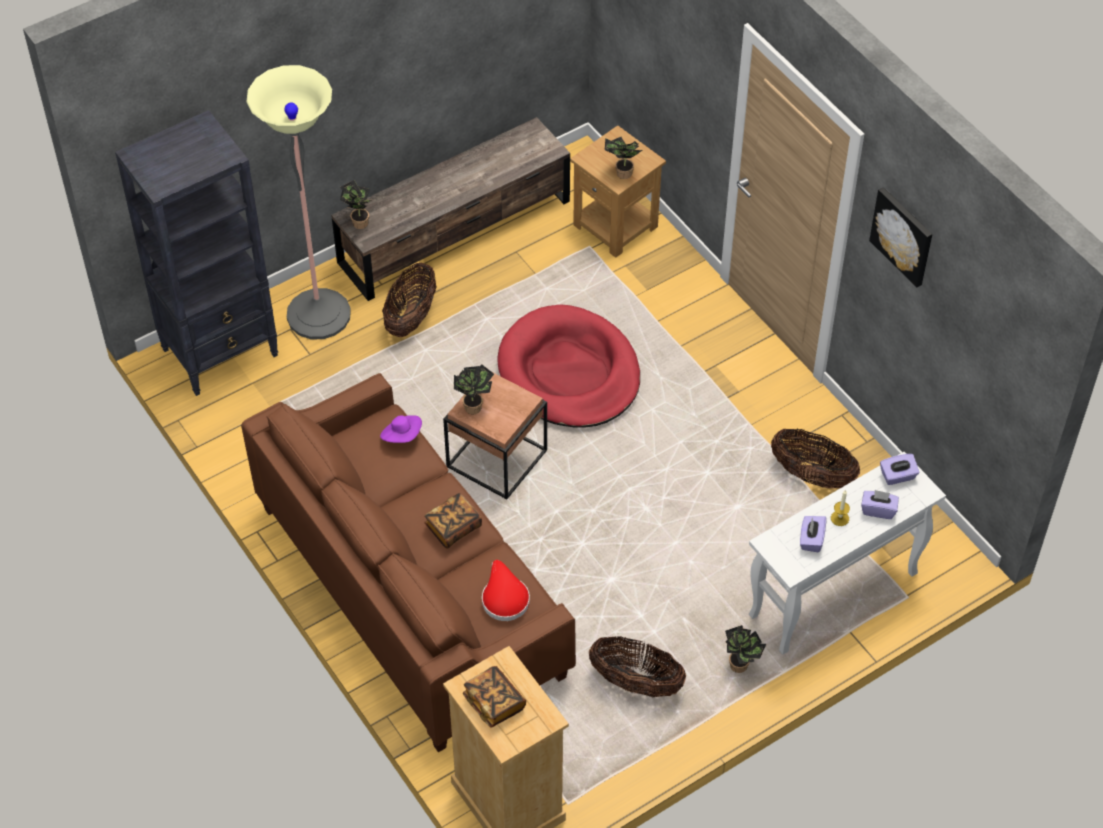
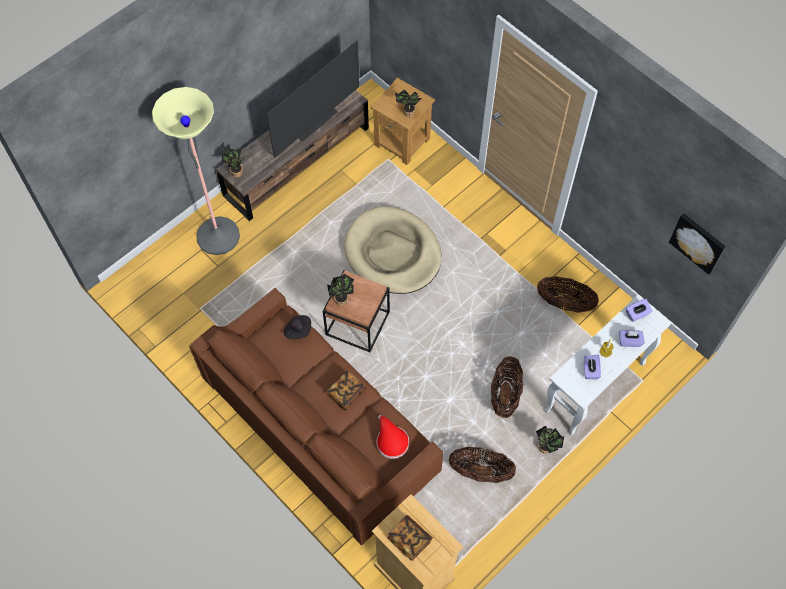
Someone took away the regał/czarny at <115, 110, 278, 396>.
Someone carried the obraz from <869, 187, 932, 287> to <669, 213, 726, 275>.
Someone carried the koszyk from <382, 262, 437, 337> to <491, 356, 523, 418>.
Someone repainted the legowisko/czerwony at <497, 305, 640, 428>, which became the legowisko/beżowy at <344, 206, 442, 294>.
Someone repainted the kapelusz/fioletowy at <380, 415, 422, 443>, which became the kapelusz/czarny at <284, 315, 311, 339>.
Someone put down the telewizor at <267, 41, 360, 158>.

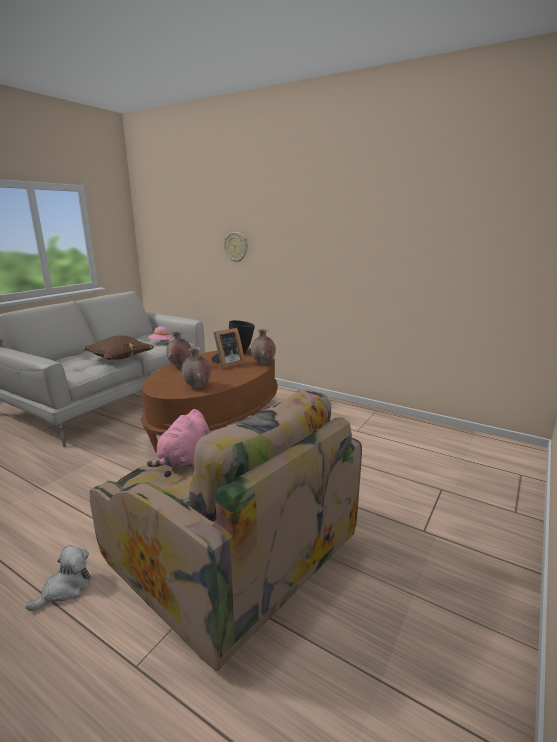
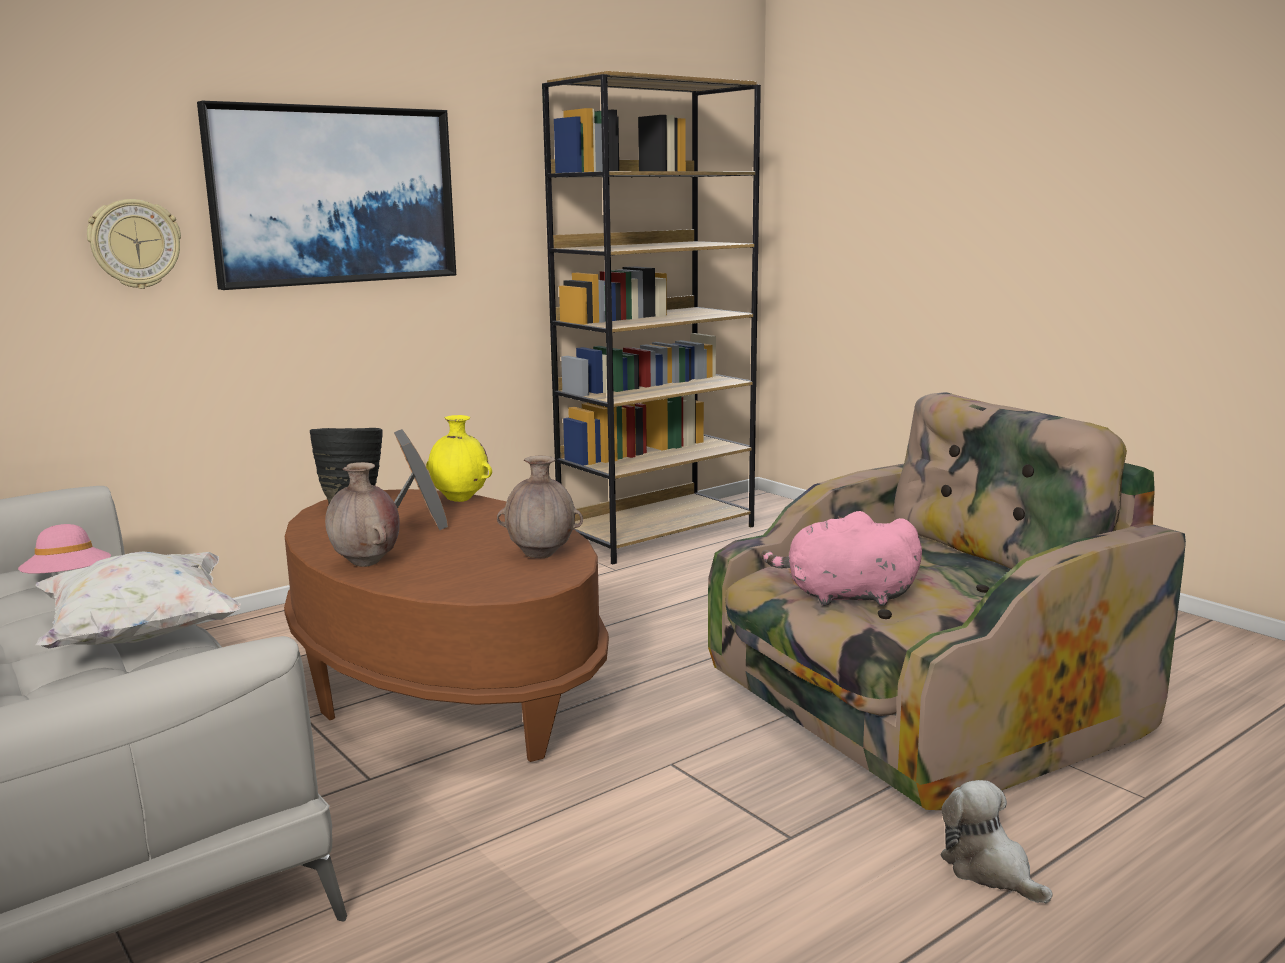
Someone repainted the wazon/brązowy at <251, 329, 276, 365>, which became the wazon/żółty at <426, 415, 492, 502>.
Someone repainted the poduszka/brązowy at <82, 336, 154, 360>, which became the poduszka/biały at <36, 551, 241, 648>.
Someone rotated the pluszak/różowy at <147, 409, 210, 468> by 150 degrees clockwise.
Someone put down the regał/brązowy at <542, 71, 761, 564>.
Someone put up the obraz at <197, 101, 456, 290>.

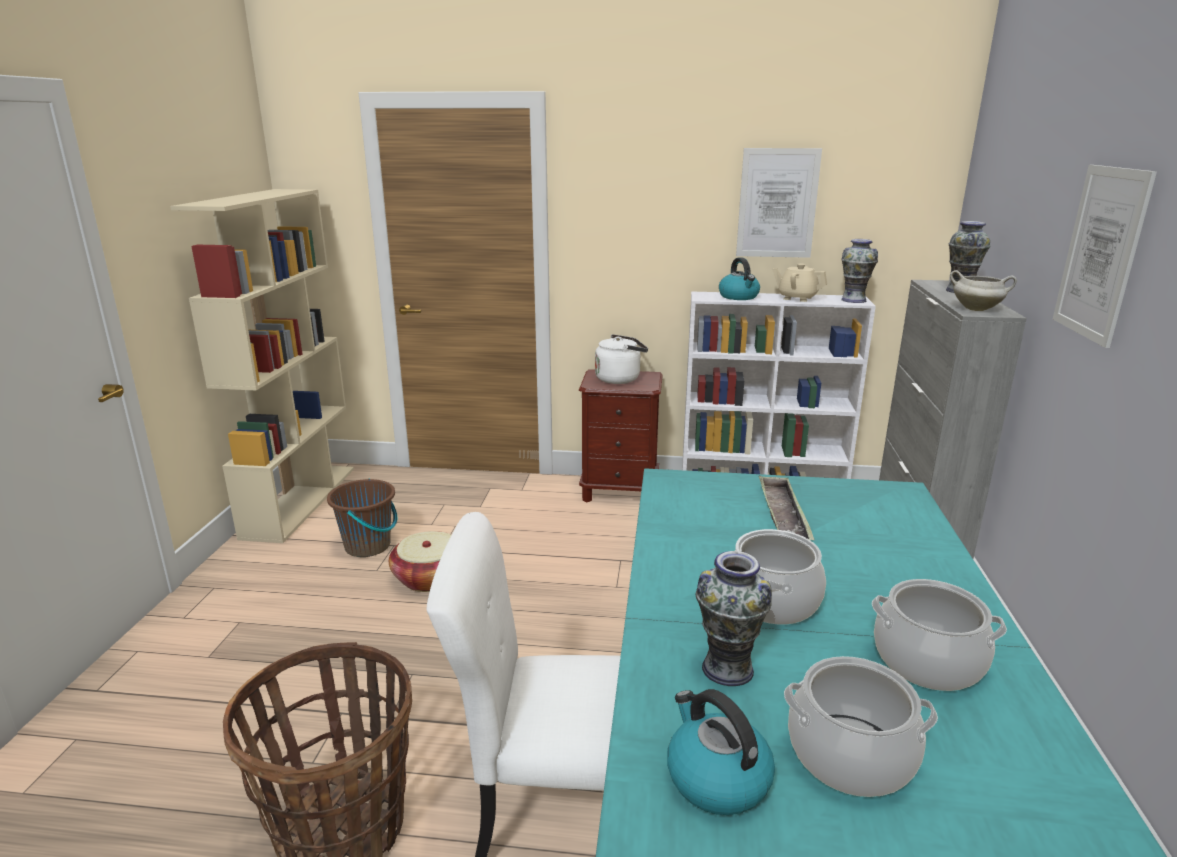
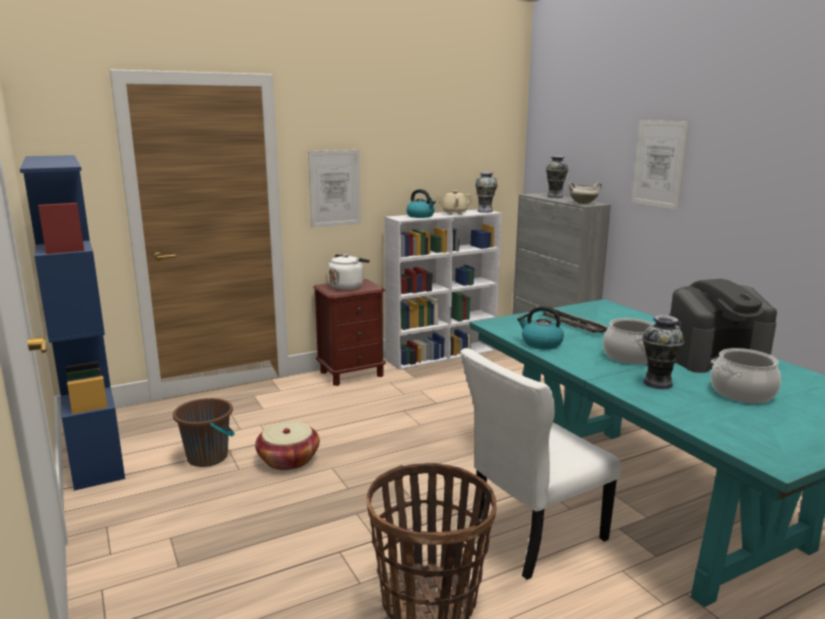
Someone carried the obraz from <736, 148, 822, 258> to <308, 150, 361, 228>.
Someone repainted the regał/beżowy at <170, 189, 354, 543>, which became the regał/niebieski at <20, 155, 125, 491>.
Someone swapped the garnek at <872, 579, 1007, 691> for the ekspres do kawy at <669, 279, 777, 373>.
Someone carried the czajnik from <667, 689, 775, 815> to <517, 306, 564, 349>.

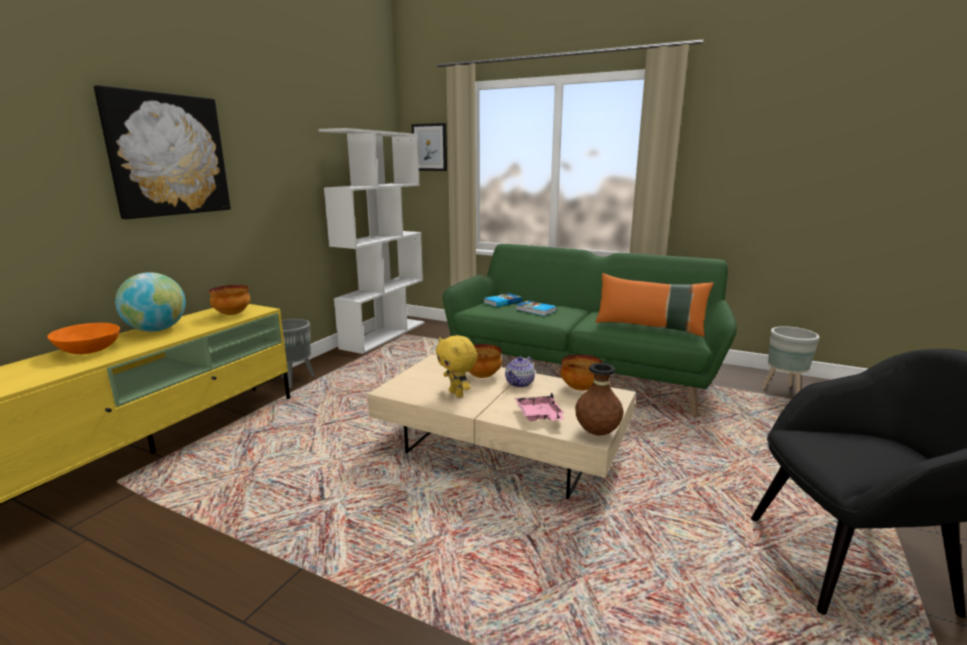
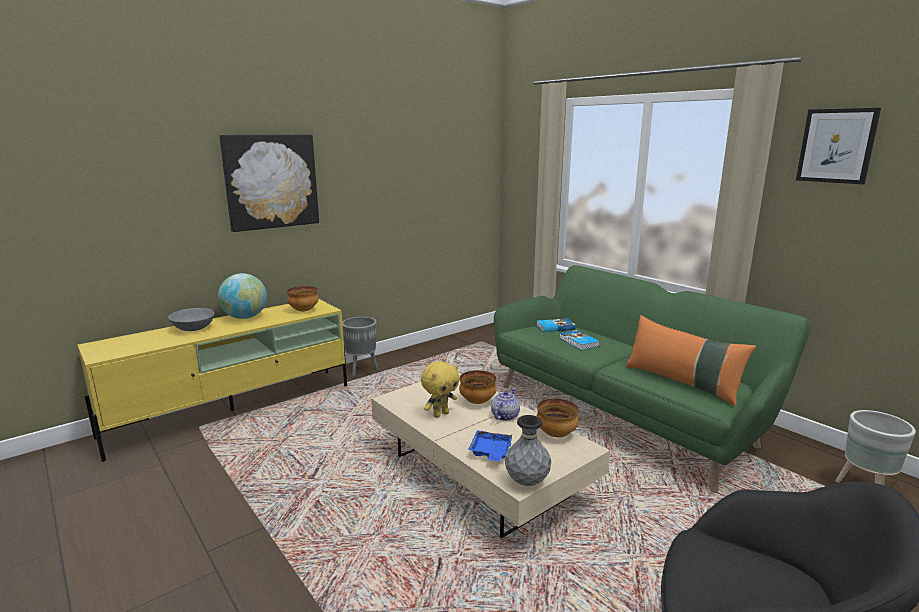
Someone carried the obraz from <411, 123, 447, 171> to <796, 108, 881, 185>.
Someone took away the regał/biały at <318, 128, 424, 354>.
Someone repainted the miska/pomarańczowy at <47, 323, 120, 354>, which became the miska/szary at <168, 308, 214, 331>.
Someone rotated the pluszak/żółty at <436, 335, 477, 397> by 120 degrees counterclockwise.
Someone rotated the imbryk at <505, 356, 535, 388> by 150 degrees clockwise.
Someone repainted the wazon/brązowy at <575, 363, 624, 436>, which became the wazon/szary at <505, 415, 551, 486>.
Someone repainted the taca/różowy at <515, 392, 564, 421>, which became the taca/niebieski at <468, 430, 513, 461>.

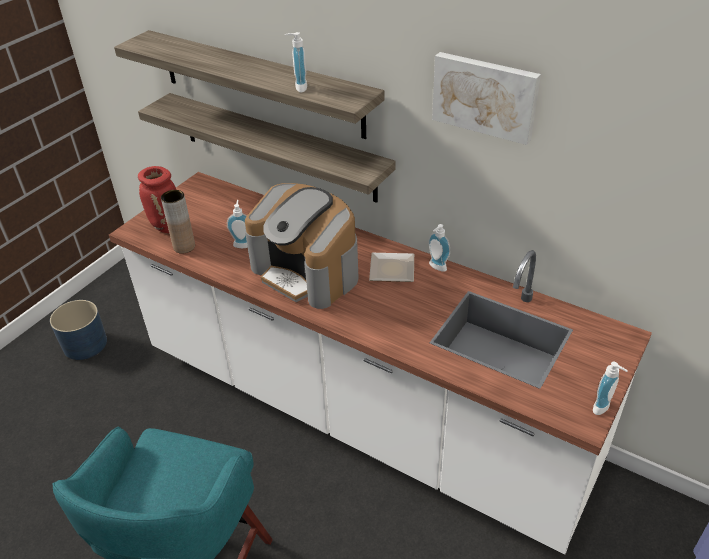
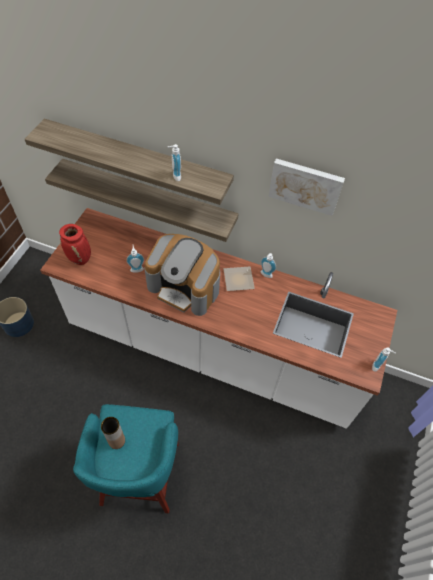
Someone carried the wazon/brązowy from <161, 190, 195, 254> to <101, 417, 125, 449>.

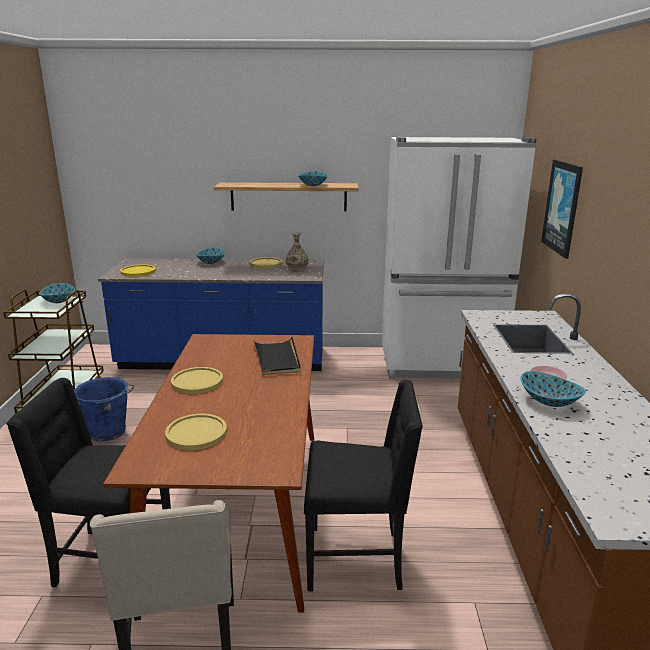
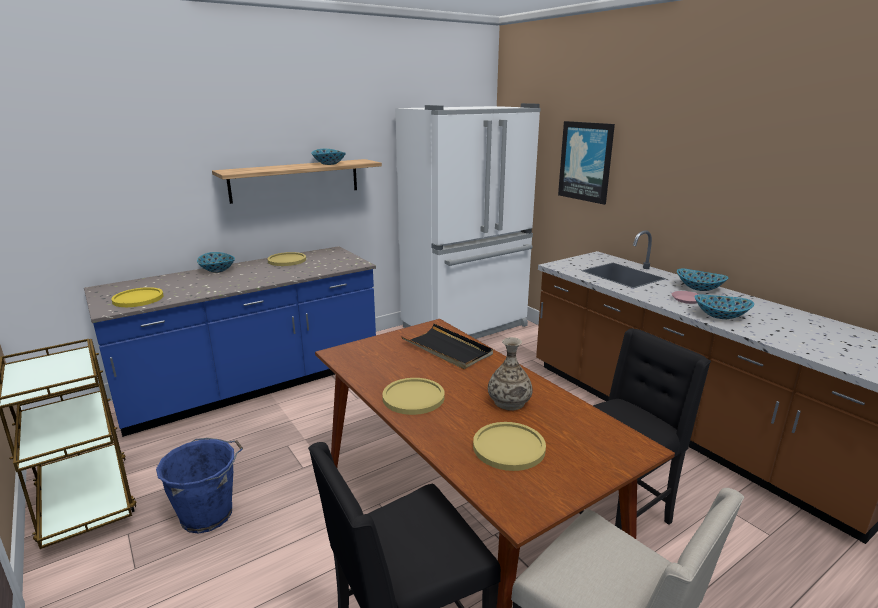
Someone carried the wazon from <286, 233, 309, 270> to <488, 337, 533, 410>.
Someone carried the miska from <39, 283, 75, 303> to <677, 269, 728, 291>.

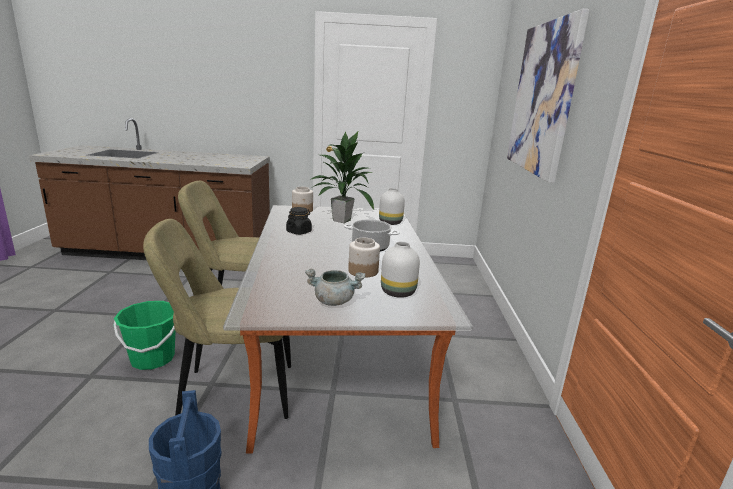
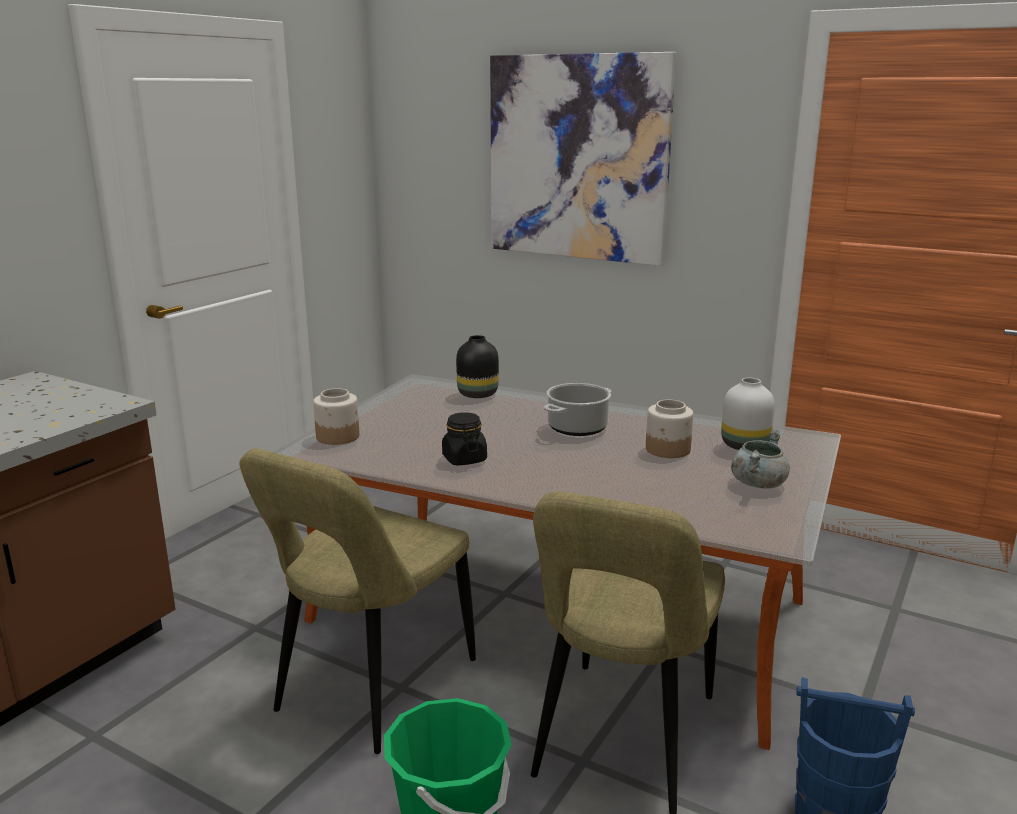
Someone took away the roślina doniczkowa at <310, 131, 374, 223>.
Someone repainted the wazon/biały at <379, 188, 405, 225>, which became the wazon/czarny at <456, 335, 499, 398>.

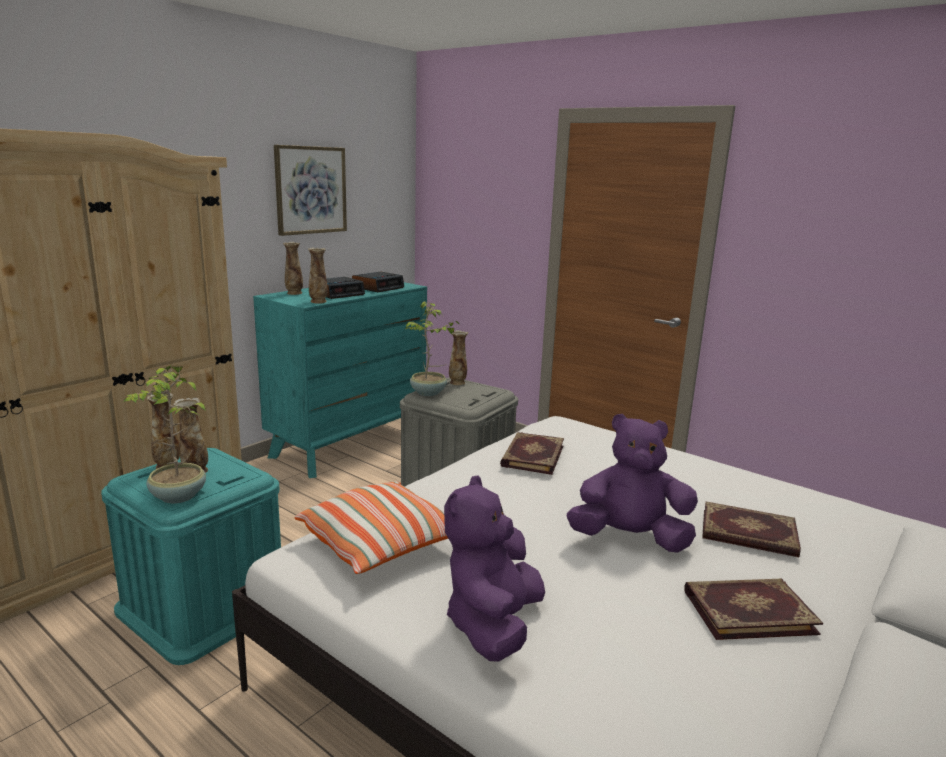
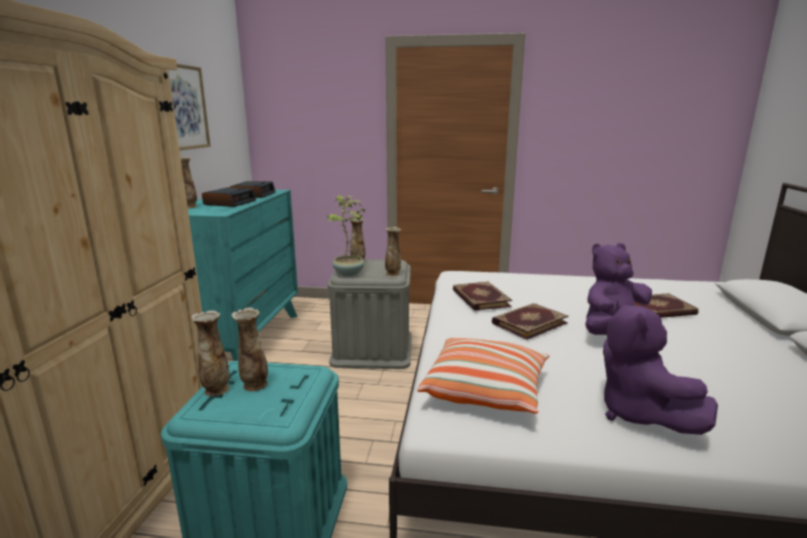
Someone carried the wazon from <308, 248, 328, 303> to <385, 227, 401, 276>.
Someone took away the roślina doniczkowa at <123, 364, 206, 503>.
Someone carried the książka from <684, 579, 823, 640> to <492, 303, 568, 340>.

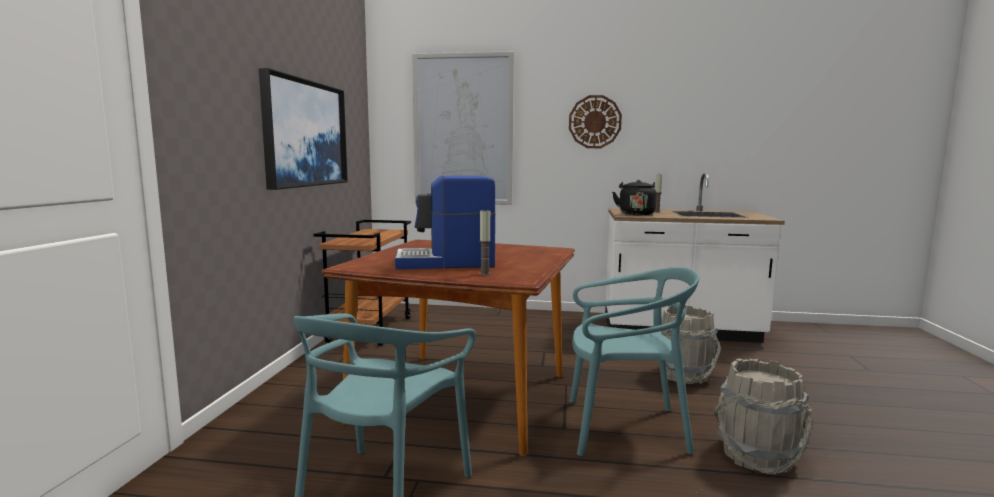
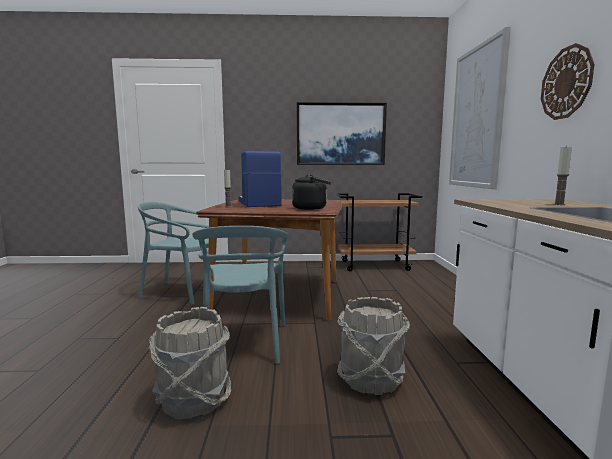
Someone carried the czajnik/czarny from <612, 180, 657, 215> to <292, 174, 331, 210>.

